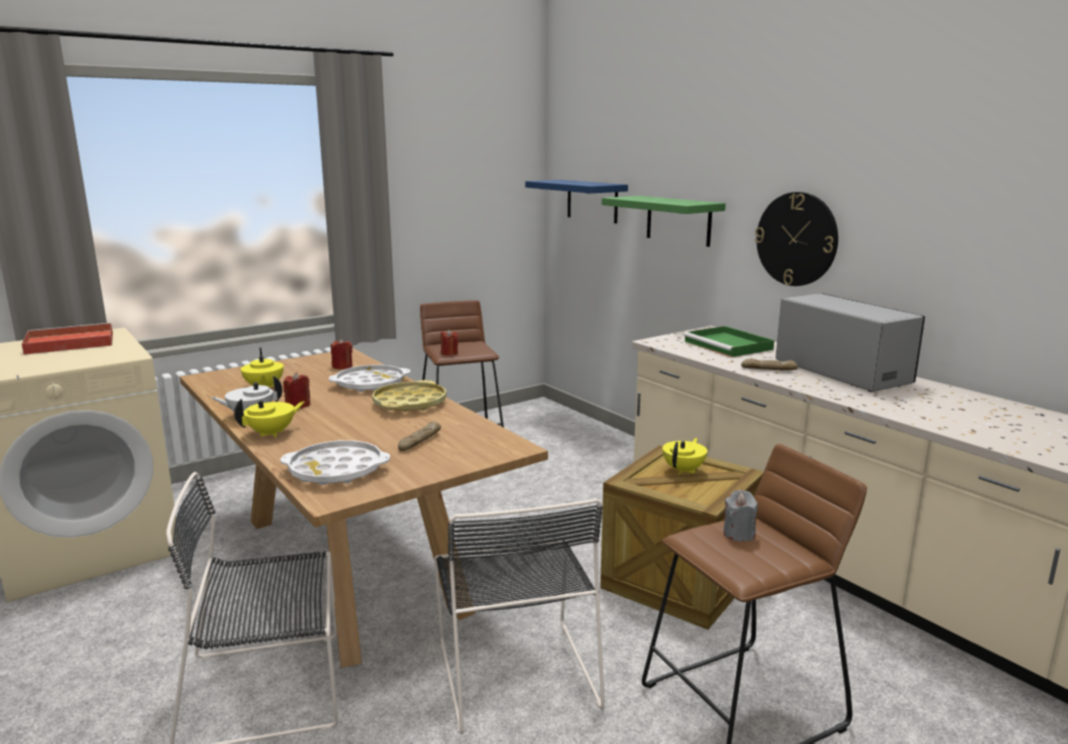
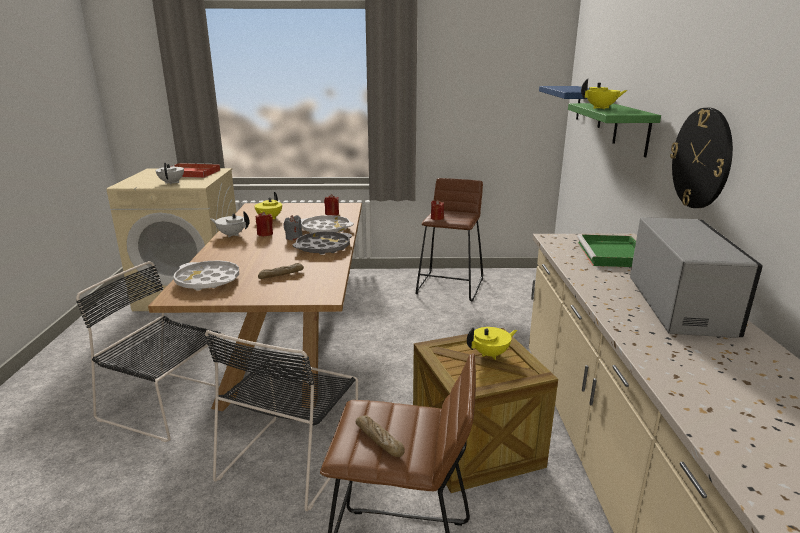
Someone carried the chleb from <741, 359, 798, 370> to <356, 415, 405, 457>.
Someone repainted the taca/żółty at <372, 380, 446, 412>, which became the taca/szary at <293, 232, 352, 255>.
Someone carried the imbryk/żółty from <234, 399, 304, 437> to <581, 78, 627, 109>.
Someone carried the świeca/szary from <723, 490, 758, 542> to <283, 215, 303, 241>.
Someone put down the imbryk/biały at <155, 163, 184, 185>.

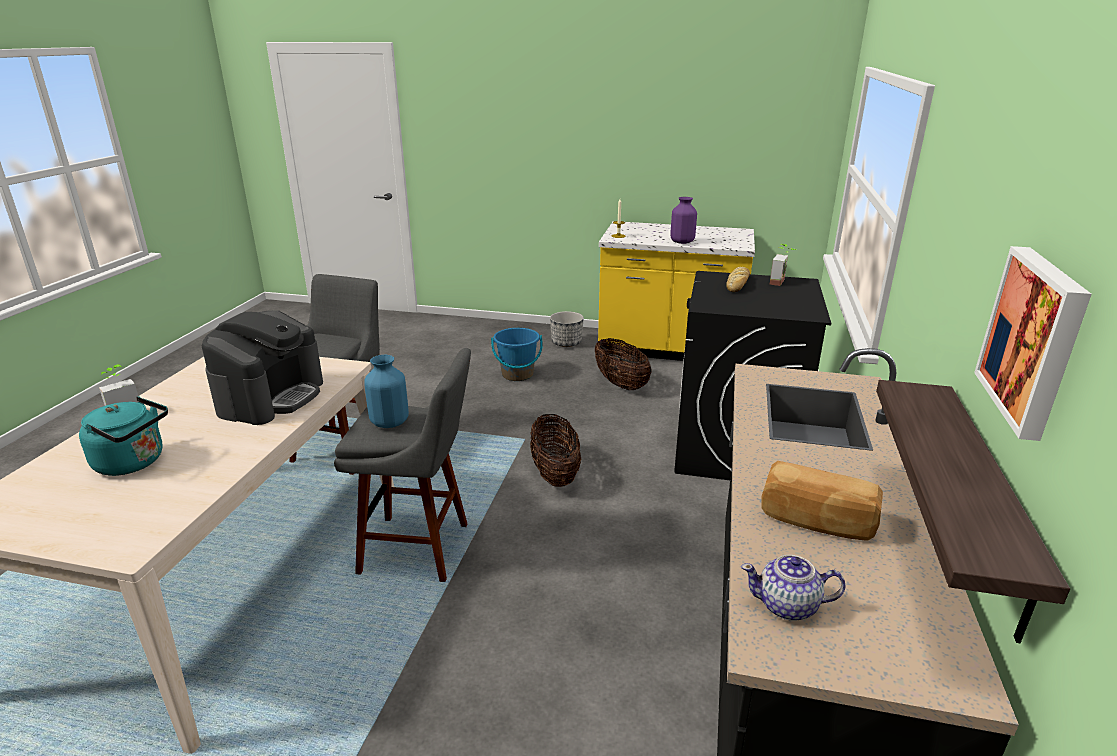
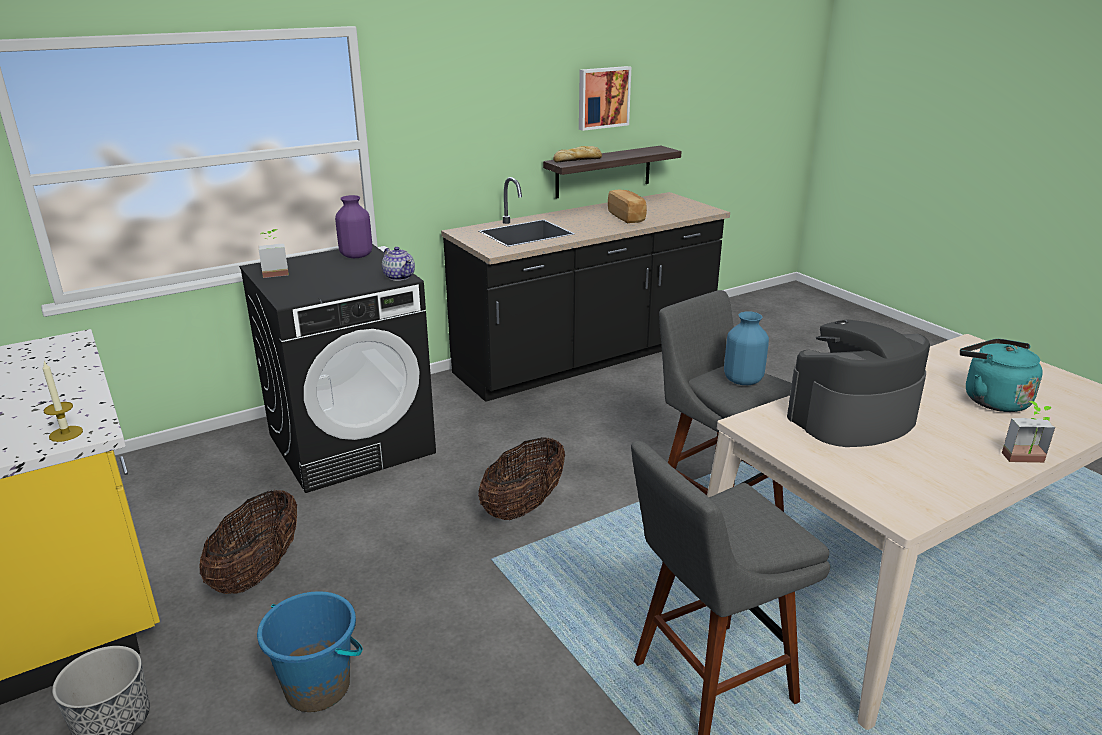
Someone carried the wazon/fioletowy from <670, 197, 697, 244> to <335, 195, 372, 258>.
Someone carried the chleb from <726, 267, 750, 292> to <553, 146, 602, 162>.
Someone carried the imbryk from <741, 555, 846, 621> to <382, 247, 415, 281>.

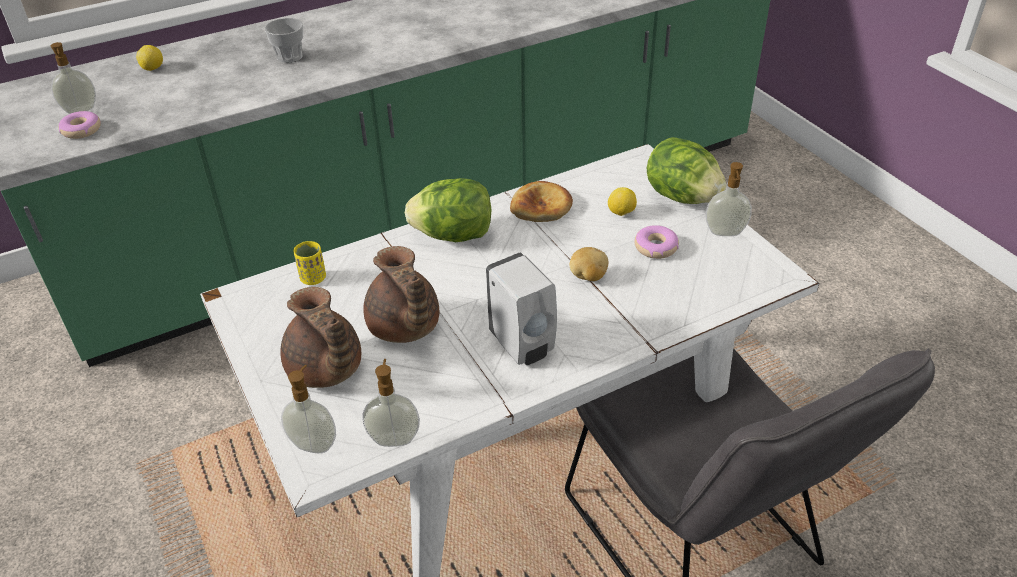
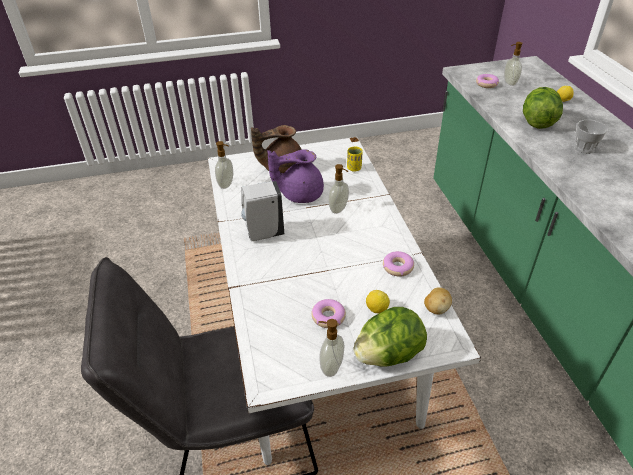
Someone carried the sałata from <405, 178, 492, 242> to <523, 87, 563, 129>.
Someone swapped the chleb at <510, 181, 573, 222> for the donut at <383, 251, 414, 277>.
Someone repainted the imbryk/brązowy at <363, 246, 439, 343>, which became the imbryk/fioletowy at <268, 149, 324, 203>.
Someone carried the ziemniak from <570, 247, 608, 281> to <424, 287, 452, 315>.
Someone carried the dozownik mydła from <281, 365, 336, 453> to <328, 164, 349, 214>.

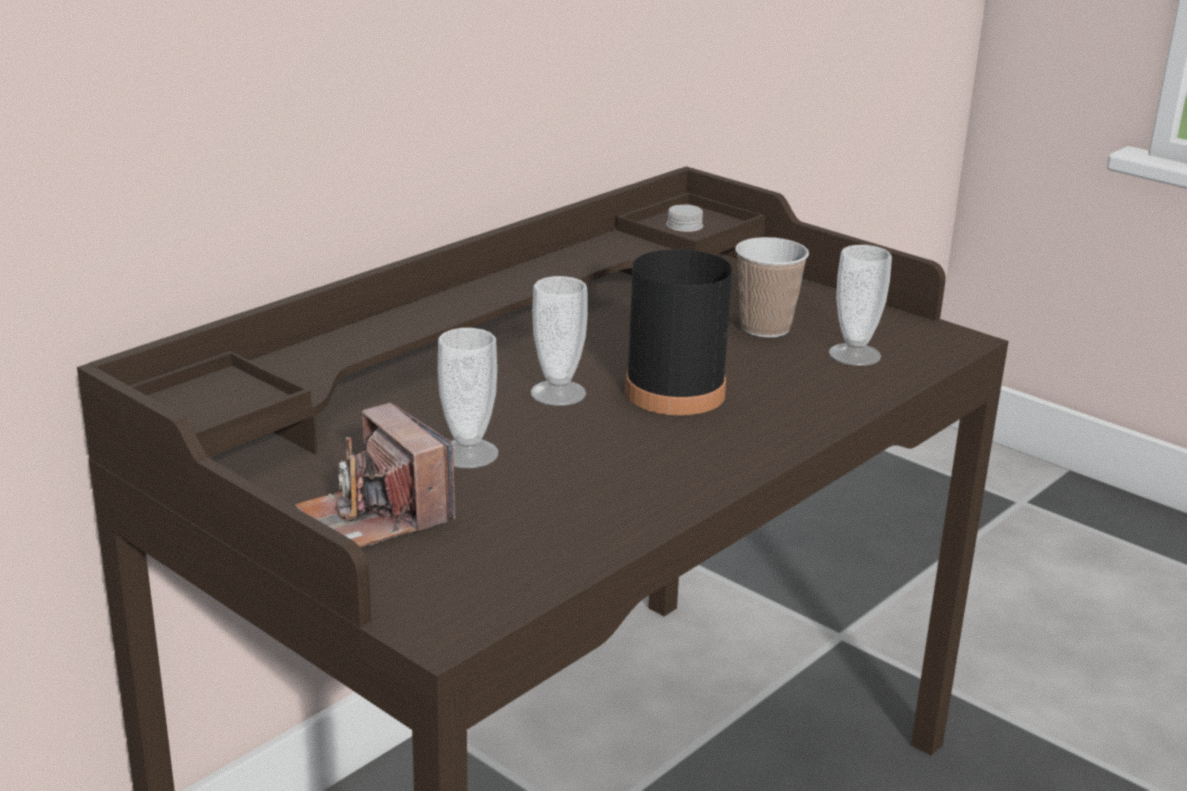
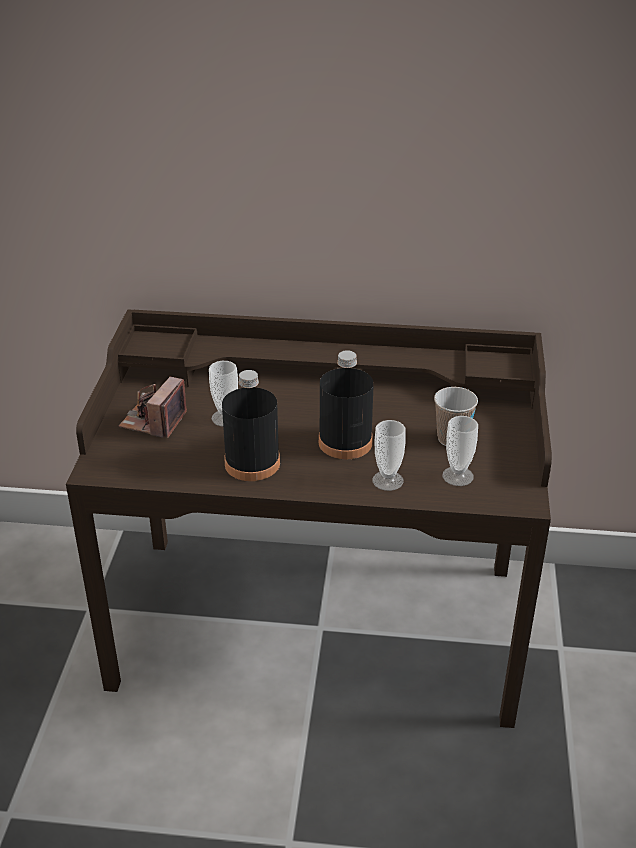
Someone carried the filiżanka from <531, 276, 588, 406> to <372, 420, 406, 491>.
Someone put down the butelka/czarny at <222, 370, 280, 481>.

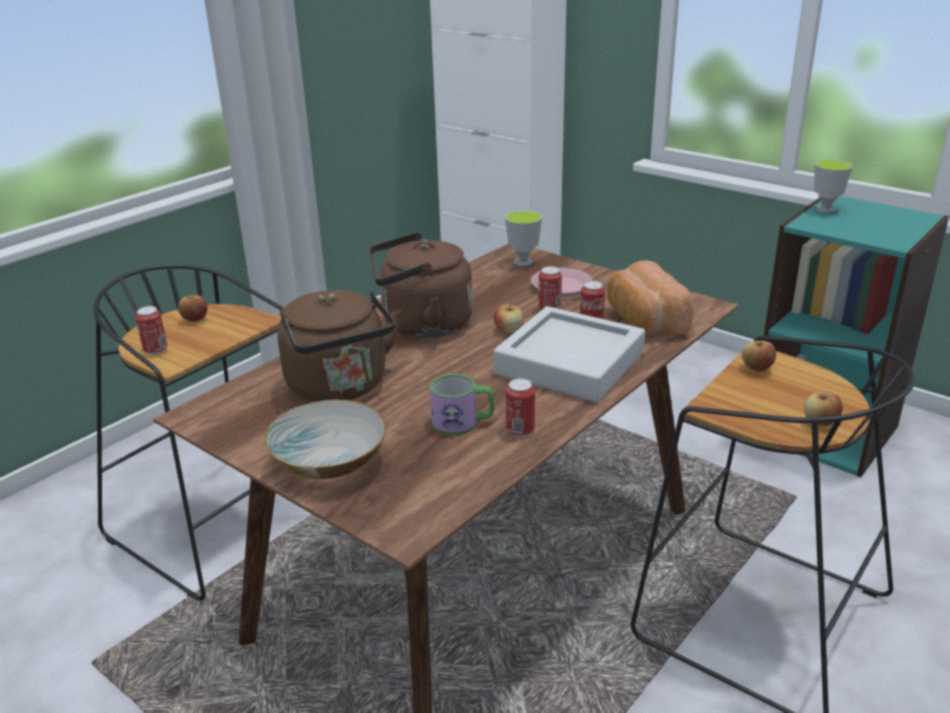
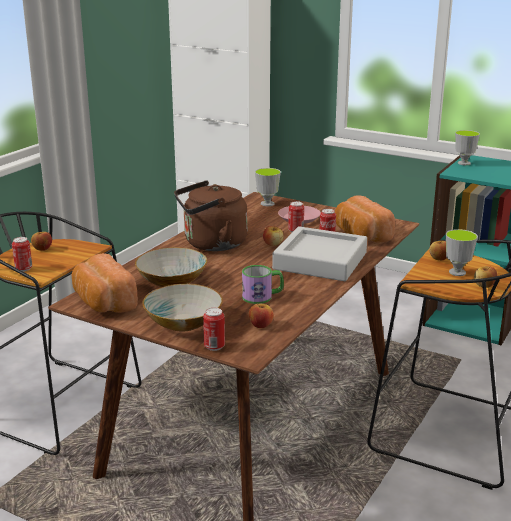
Someone swapped the czajnik/brązowy at <277, 290, 401, 402> for the miska at <135, 247, 207, 287>.
Someone carried the puszka from <506, 378, 535, 437> to <203, 308, 225, 351>.
Someone put down the filiżanka at <446, 229, 478, 276>.
Someone put down the chleb at <72, 253, 138, 313>.
Someone put down the jabłko at <249, 303, 274, 328>.

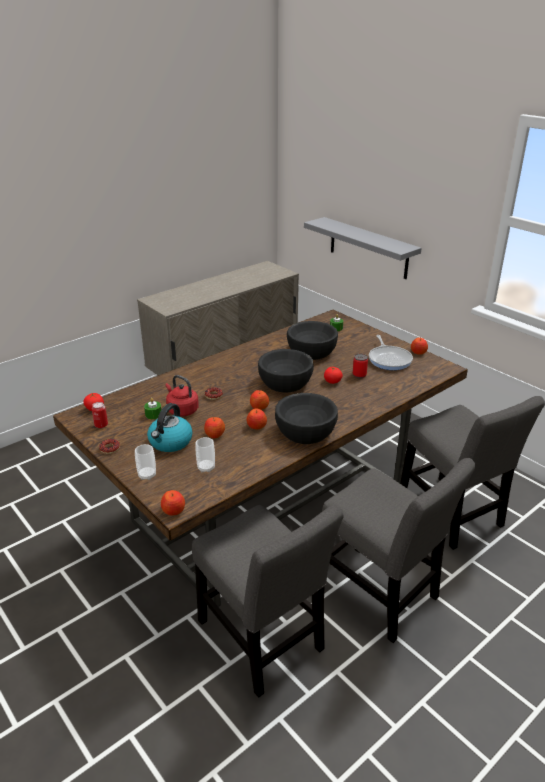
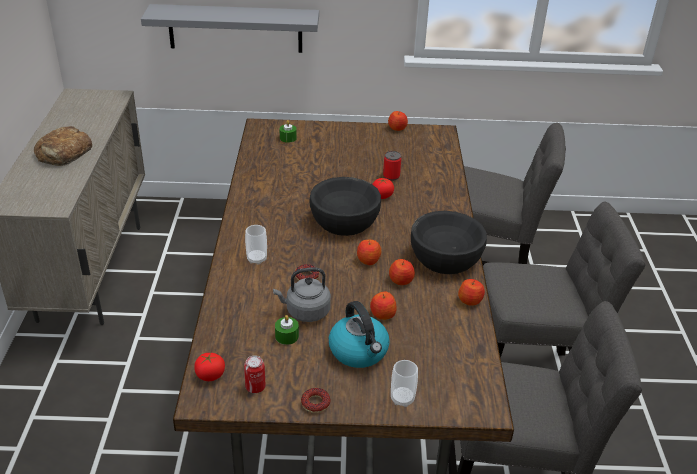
Someone took away the miska/czarny at <287, 321, 338, 360>.
Someone took away the patelnia at <369, 335, 413, 370>.
Someone repainted the czajnik/czerwony at <165, 375, 199, 417>, which became the czajnik/szary at <273, 267, 331, 322>.
Someone carried the filiżanka from <195, 437, 215, 472> to <245, 225, 267, 265>.
Someone carried the jabłko from <161, 490, 185, 516> to <458, 279, 485, 306>.
Someone put down the chleb at <34, 126, 92, 166>.

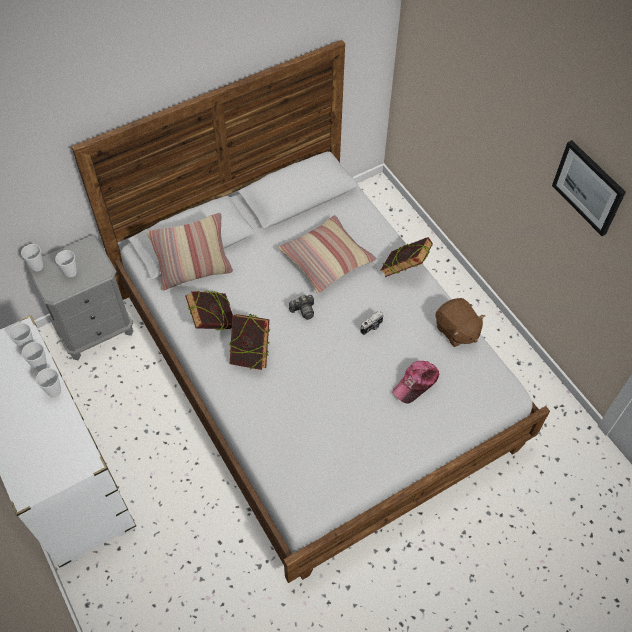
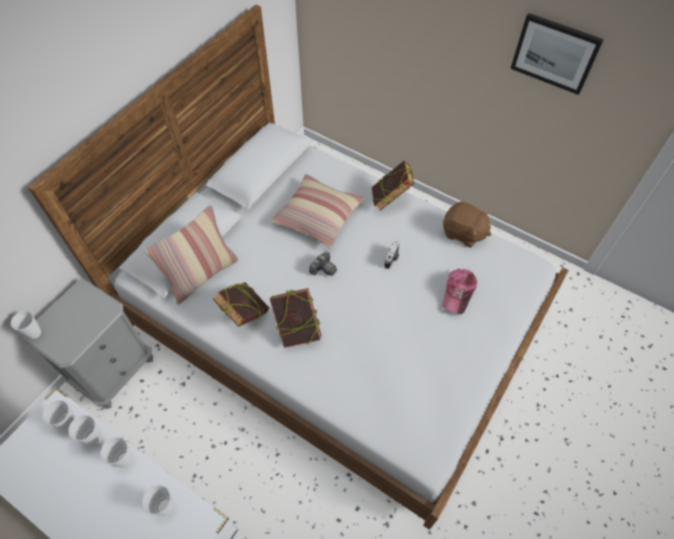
Someone carried the filiżanka from <55, 250, 77, 278> to <142, 485, 174, 516>.

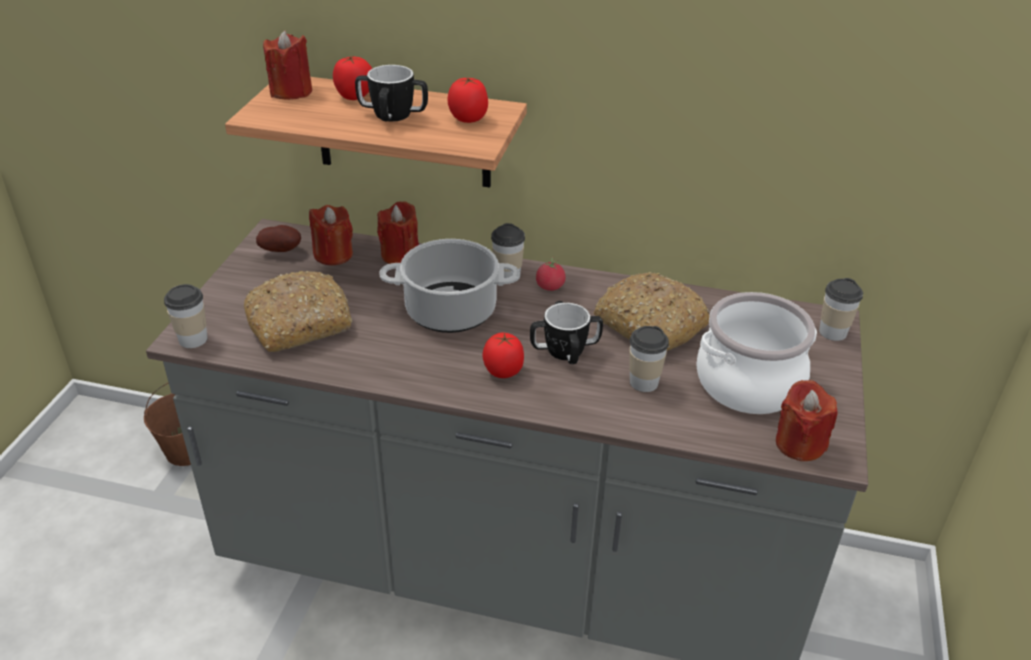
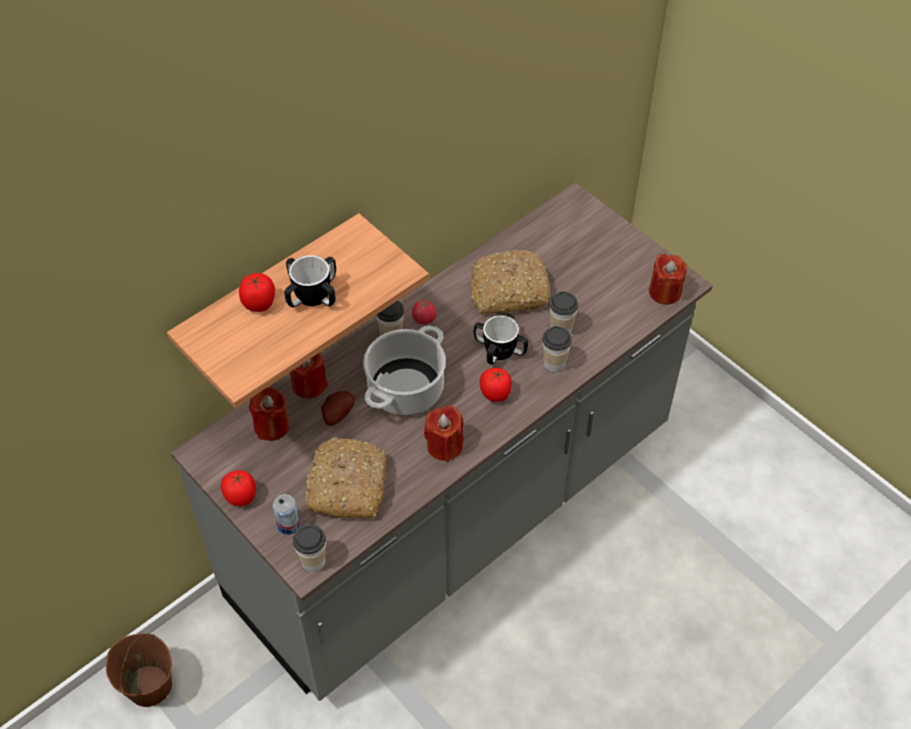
Someone carried the świeca/czerwony from <263, 31, 312, 100> to <424, 405, 464, 462>.
Someone carried the pomidor from <447, 77, 488, 123> to <221, 470, 256, 506>.
Someone carried the ziemniak from <256, 225, 301, 252> to <321, 391, 355, 426>.
Someone carried the filiżanka from <819, 278, 863, 341> to <542, 326, 572, 372>.
Someone took away the garnek at <696, 292, 817, 414>.
Someone put down the puszka at <273, 494, 300, 535>.

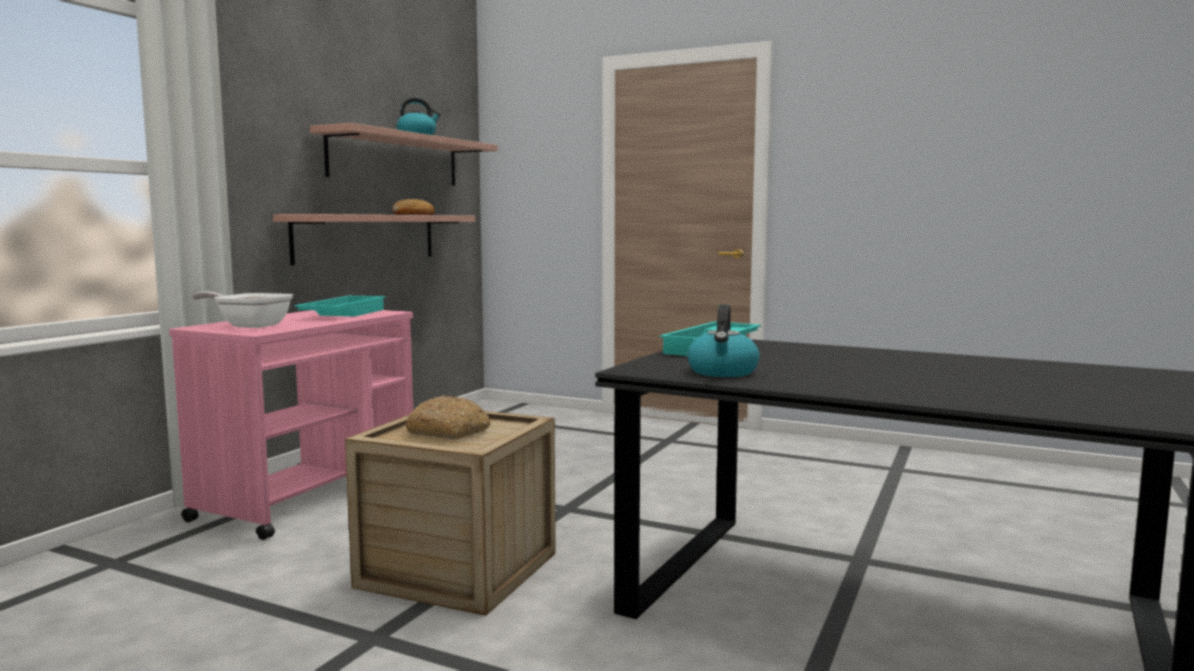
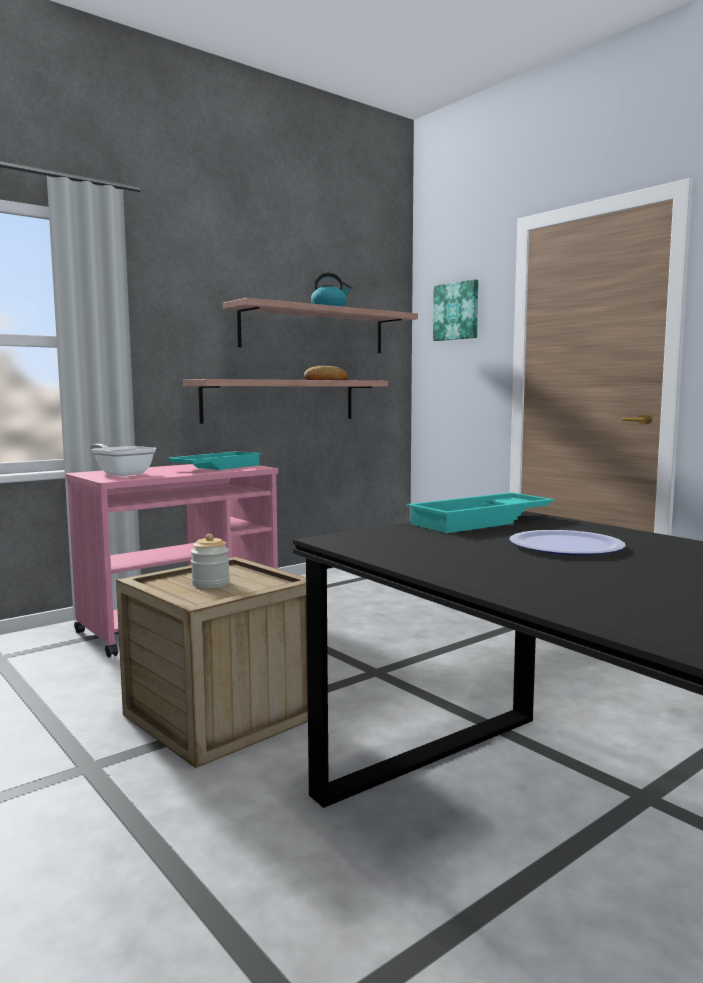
Someone took away the czajnik at <687, 304, 760, 377>.
Someone swapped the chleb at <405, 395, 491, 440> for the słoik at <191, 534, 230, 588>.
Someone put up the obraz at <433, 279, 478, 341>.
Someone put down the talerz at <509, 530, 626, 555>.

